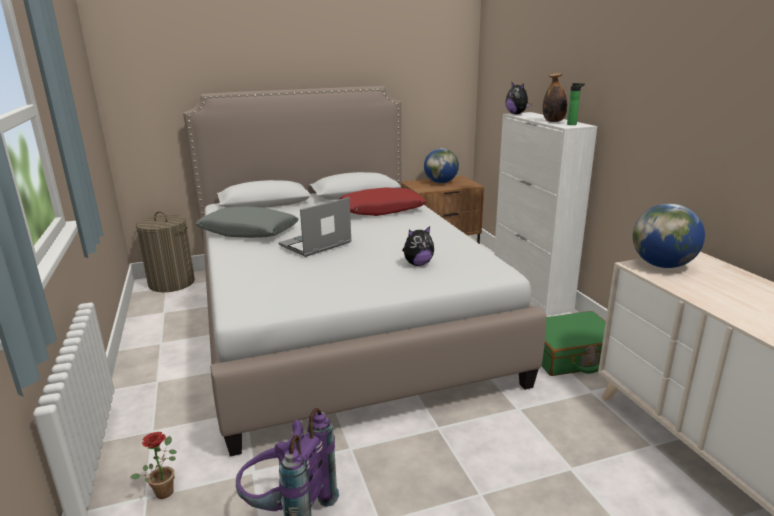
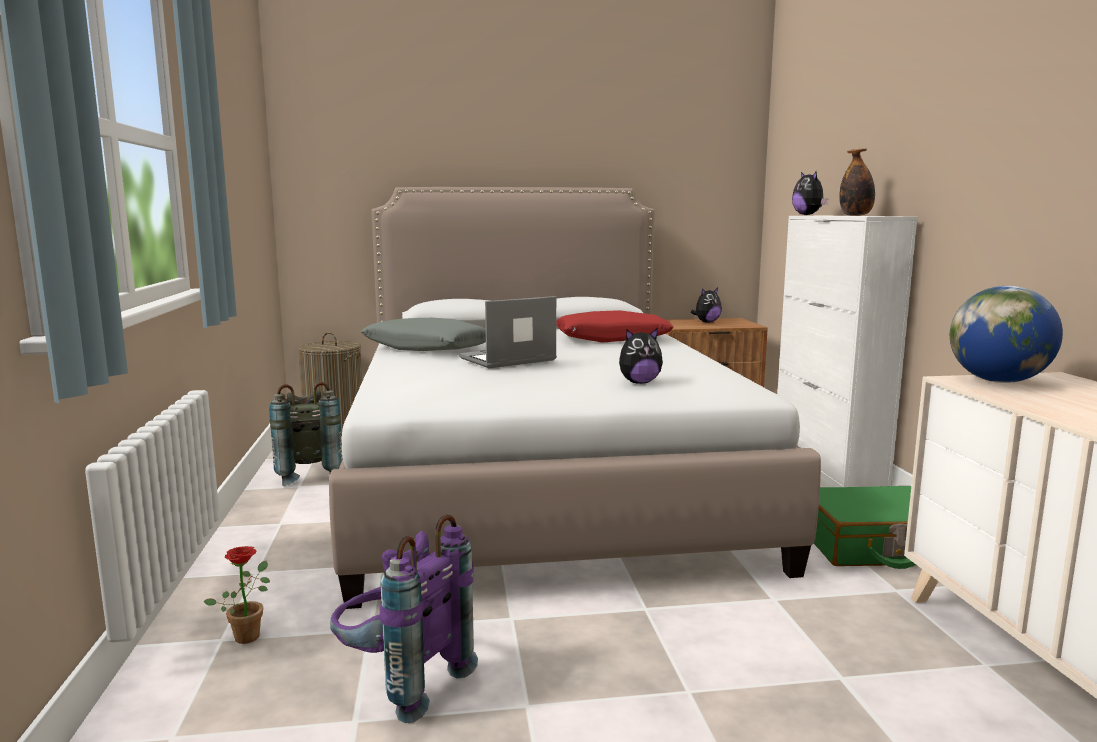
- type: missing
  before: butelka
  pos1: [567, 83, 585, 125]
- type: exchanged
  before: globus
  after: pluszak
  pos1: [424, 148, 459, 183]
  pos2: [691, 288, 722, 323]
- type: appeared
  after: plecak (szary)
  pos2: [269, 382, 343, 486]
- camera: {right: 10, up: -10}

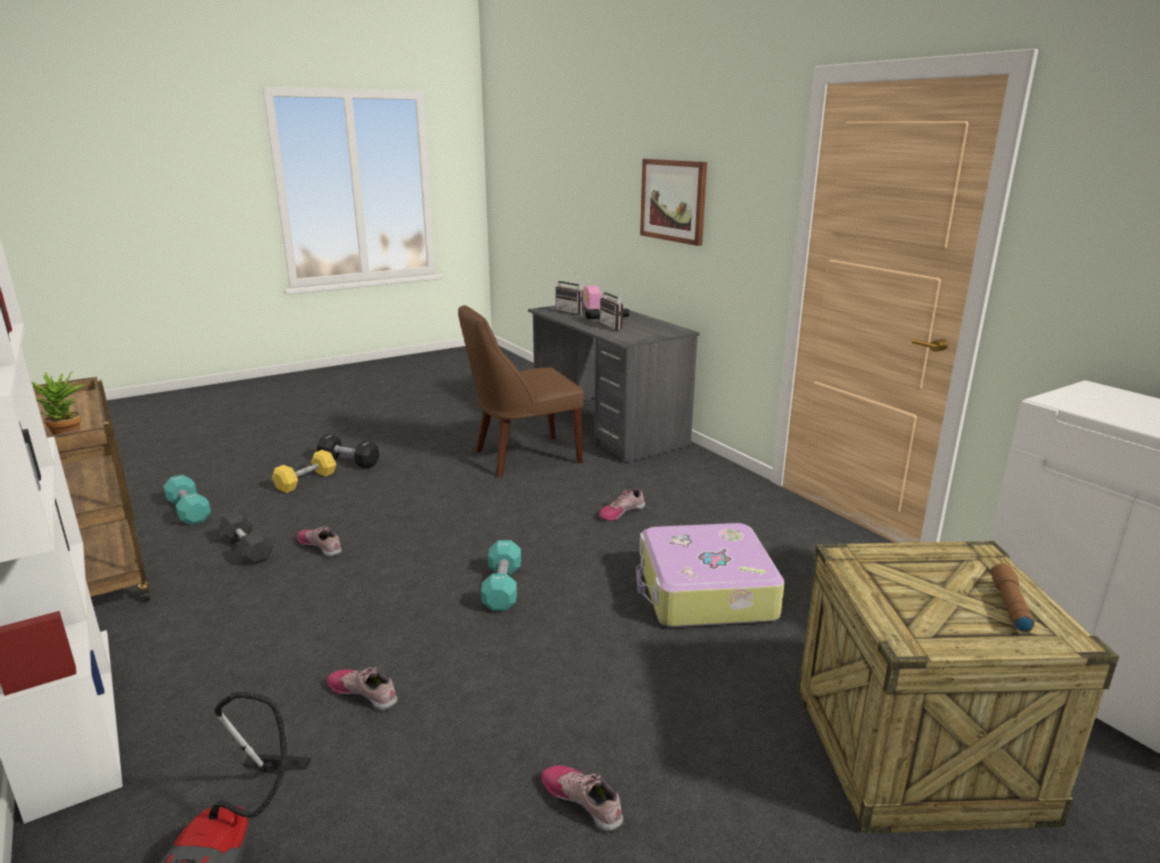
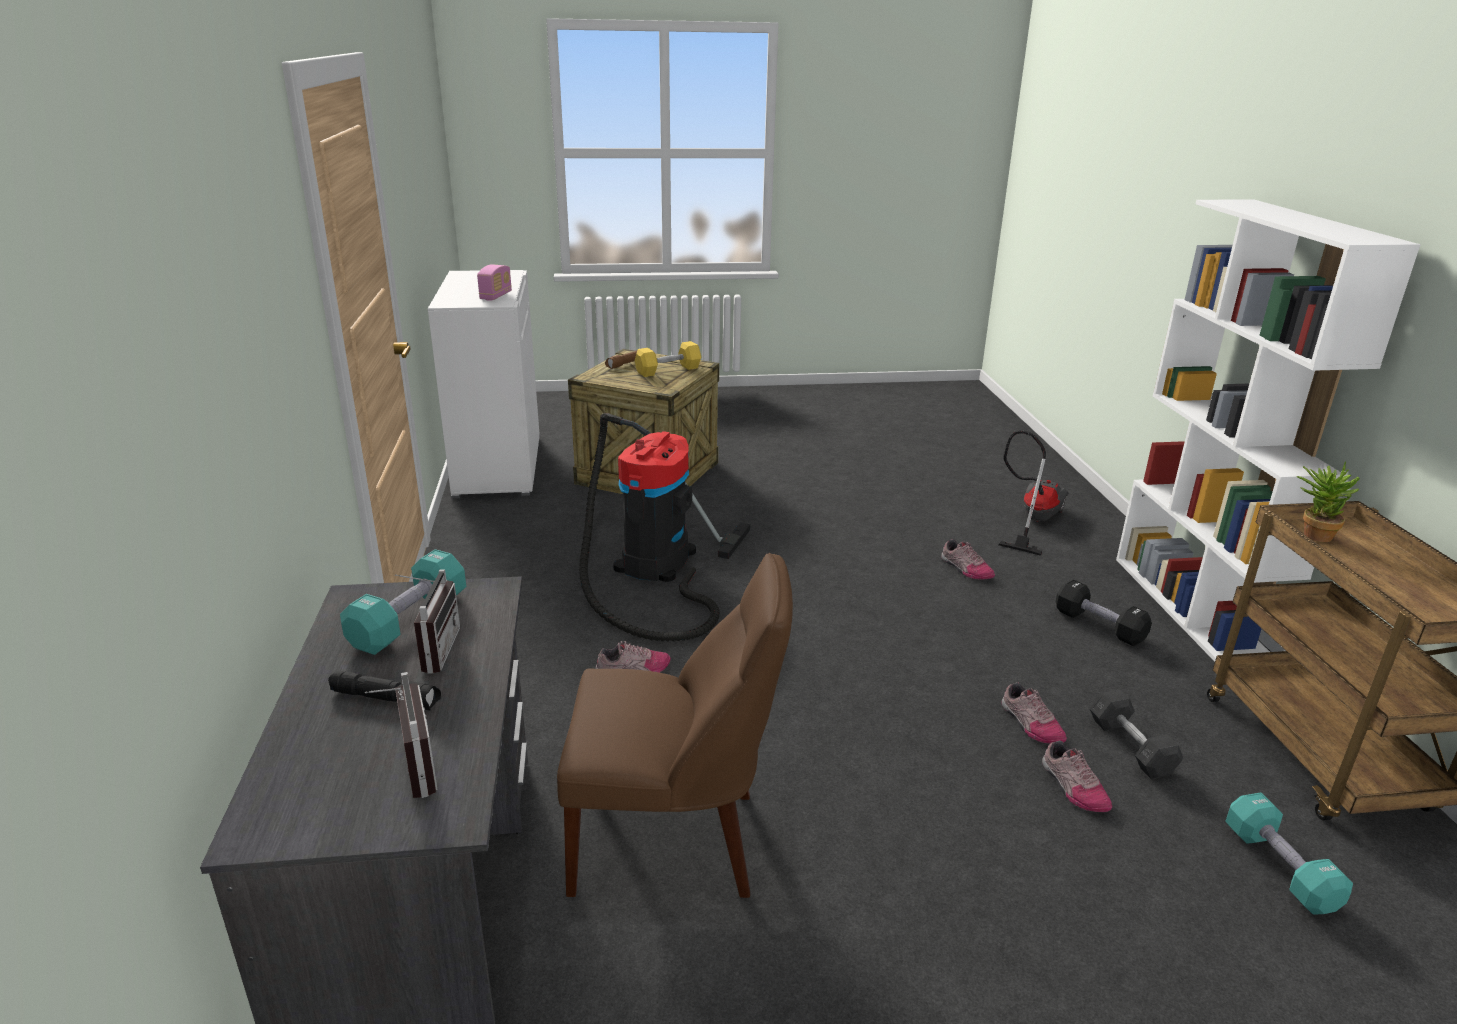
- type: missing
  before: obraz
  pos1: [640, 159, 707, 246]
- type: relocated
  before: radio
  pos1: [584, 286, 601, 310]
  pos2: [477, 264, 512, 301]
- type: relocated
  before: hantel (czarny)
  pos1: [317, 434, 379, 468]
  pos2: [1056, 579, 1152, 646]
- type: relocated
  before: hantel (żółty)
  pos1: [272, 450, 336, 493]
  pos2: [635, 341, 701, 377]
- type: exchanged
  before: walizka
  after: odkurzacz
  pos1: [636, 523, 785, 627]
  pos2: [579, 413, 750, 642]
- type: relocated
  before: hantel (turkusowy)
  pos1: [481, 540, 521, 611]
  pos2: [340, 549, 466, 655]
- type: relocated
  before: but
  pos1: [541, 765, 623, 832]
  pos2: [1042, 740, 1112, 812]
- camera: {right: -155, up: 5}

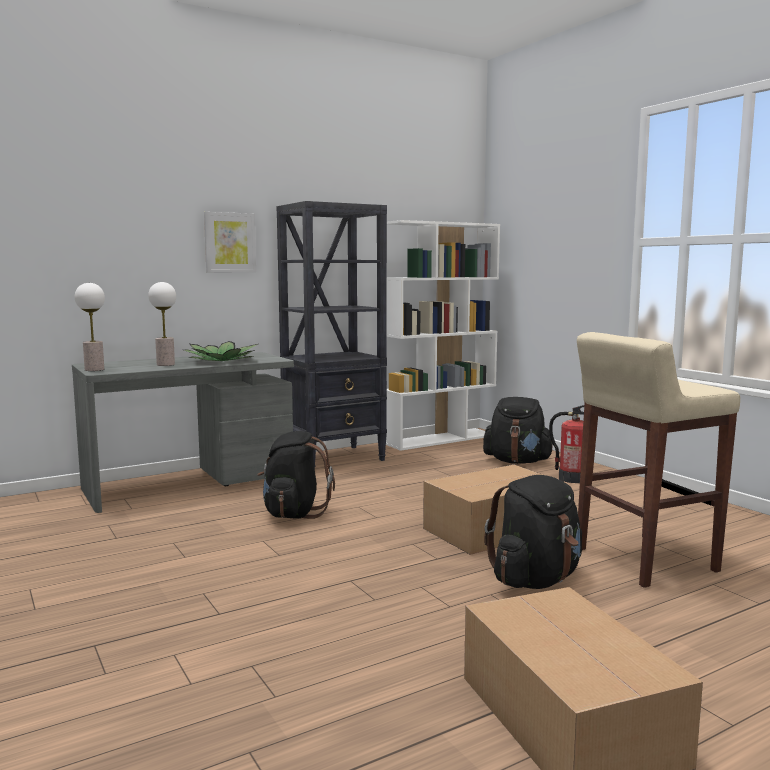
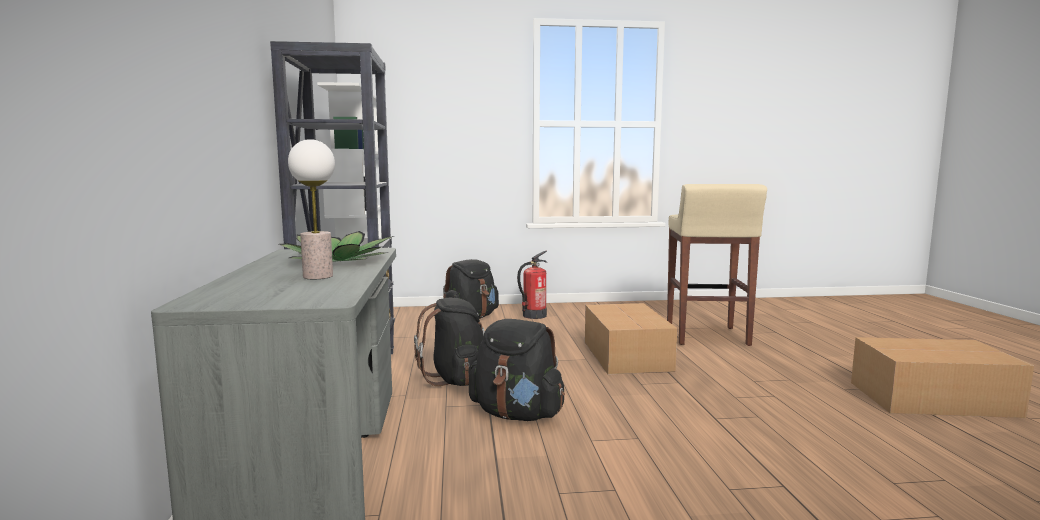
- type: missing
  before: obraz
  pos1: [204, 212, 256, 272]
- type: missing
  before: lampa stołowa
  pos1: [75, 283, 105, 371]
- type: relocated
  before: plecak (czarny)
  pos1: [484, 475, 582, 589]
  pos2: [414, 298, 485, 386]
- camera: {right: -65, up: 0}

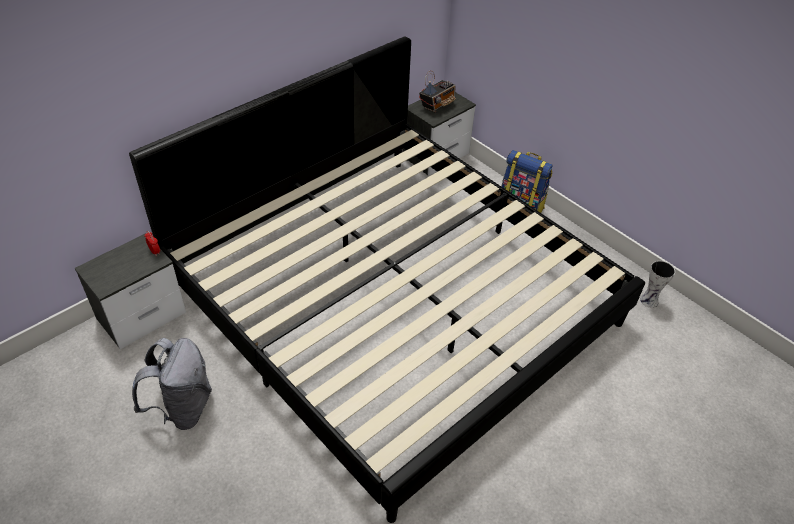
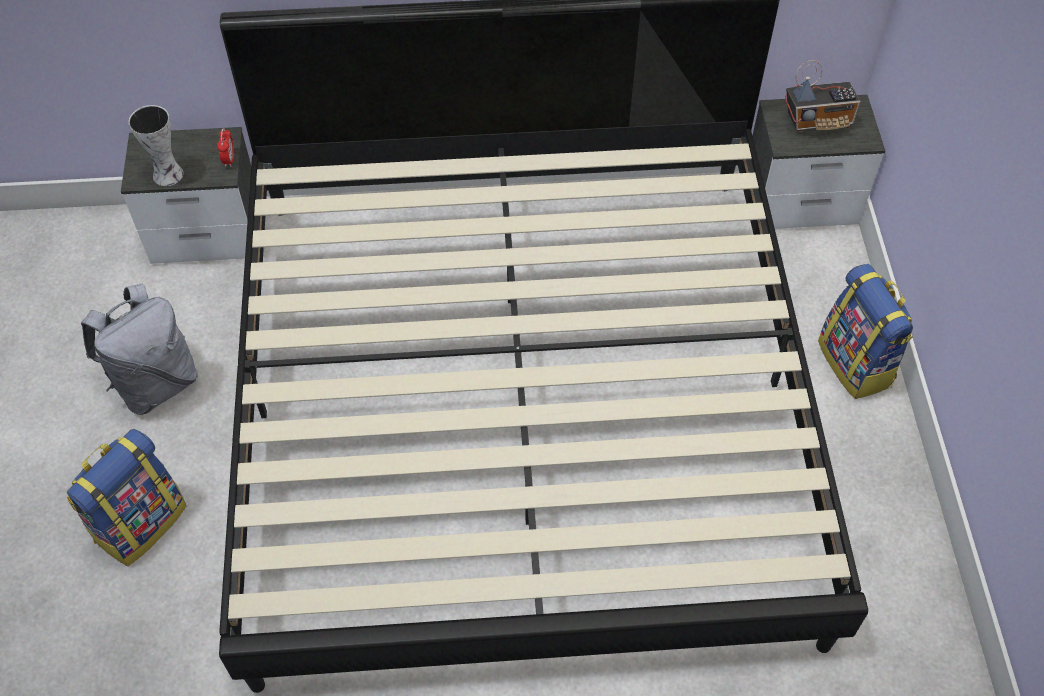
- type: relocated
  before: wazon
  pos1: [640, 261, 675, 308]
  pos2: [128, 105, 183, 186]
- type: appeared
  after: plecak
  pos2: [67, 429, 186, 566]
- camera: {right: 40, up: 10}

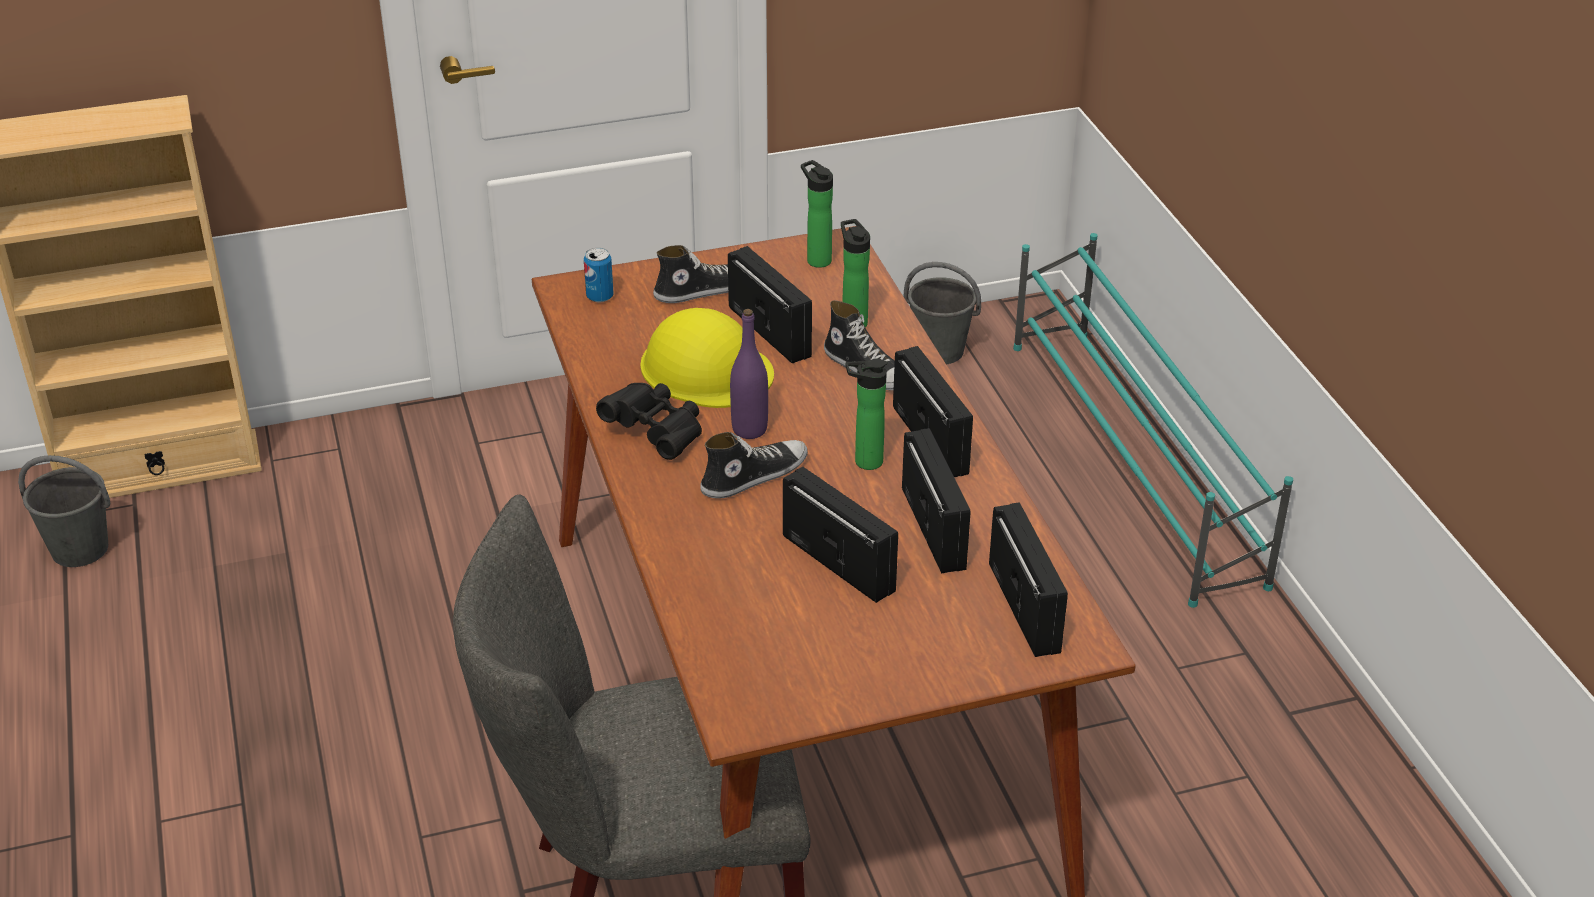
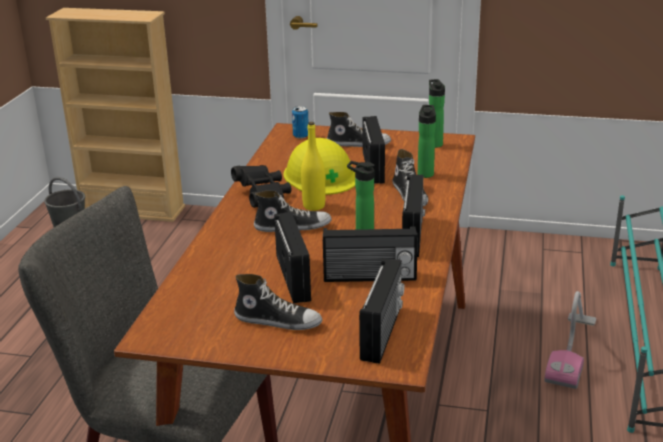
- type: missing
  before: wiadro (szary)
  pos1: [904, 262, 981, 365]
- type: colour
  before: butelka (fioletowy)
  after: butelka (żółty)
  pos1: [730, 309, 768, 439]
  pos2: [301, 122, 325, 211]
- type: spun
  before: radio
  pos1: [902, 428, 970, 573]
  pos2: [323, 226, 418, 282]
  turn: 75
- type: appeared
  after: but
  pos2: [234, 274, 322, 330]
- type: appeared
  after: odkurzacz
  pos2: [545, 291, 596, 389]
- camera: {right: 30, up: -10}

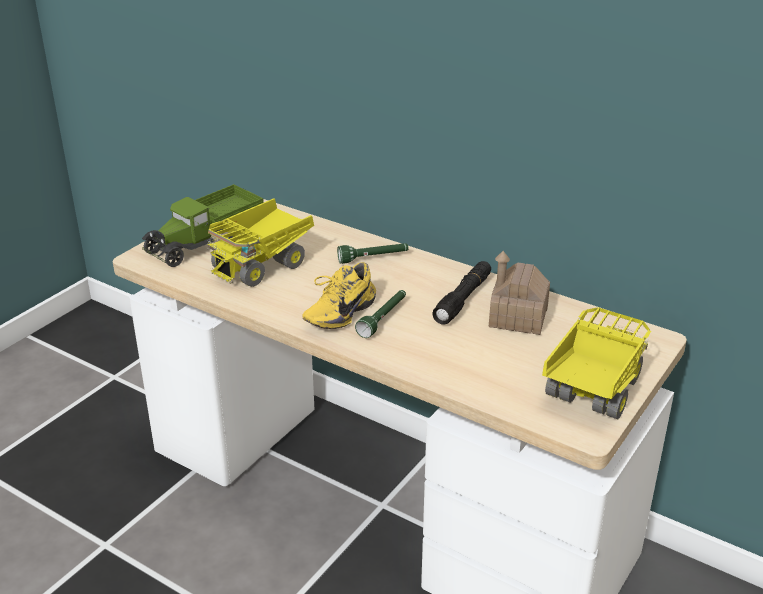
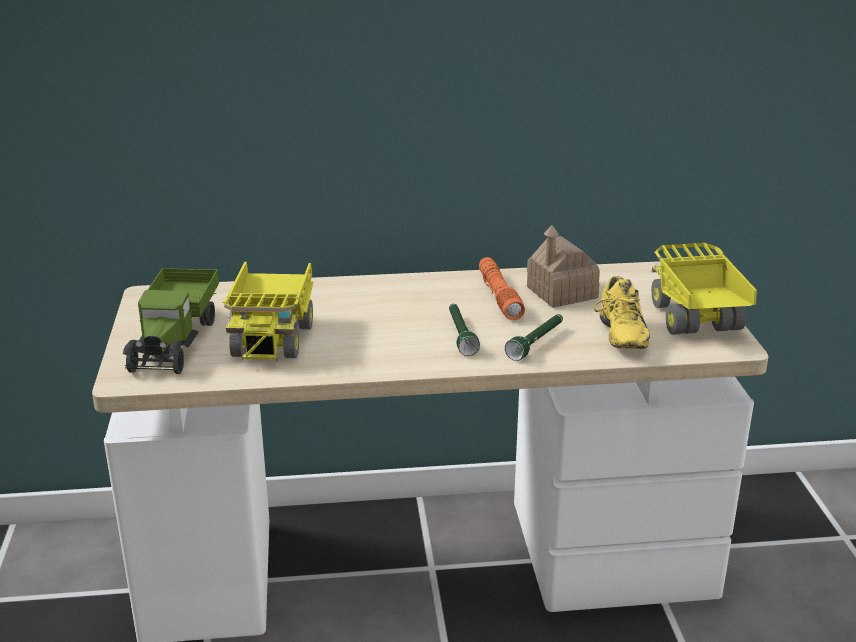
- type: relocated
  before: latarka (zielony)
  pos1: [337, 243, 409, 264]
  pos2: [505, 314, 563, 361]
- type: colour
  before: latarka (czarny)
  after: latarka (pomarańczowy)
  pos1: [432, 261, 491, 325]
  pos2: [479, 257, 525, 320]
- type: relocated
  before: but (żółty)
  pos1: [302, 262, 376, 329]
  pos2: [594, 276, 650, 349]
- camera: {right: -40, up: -5}

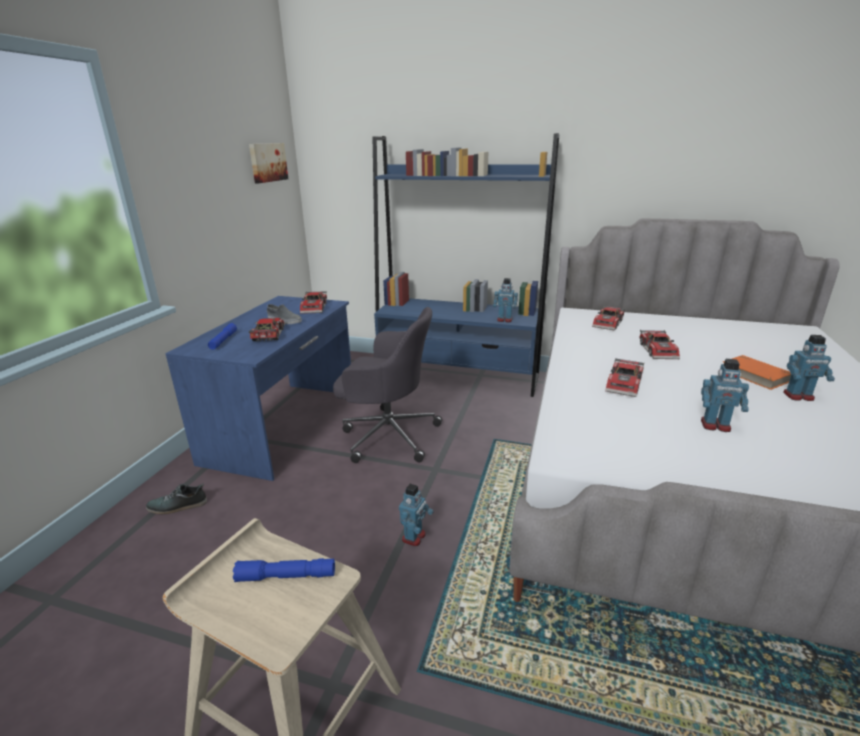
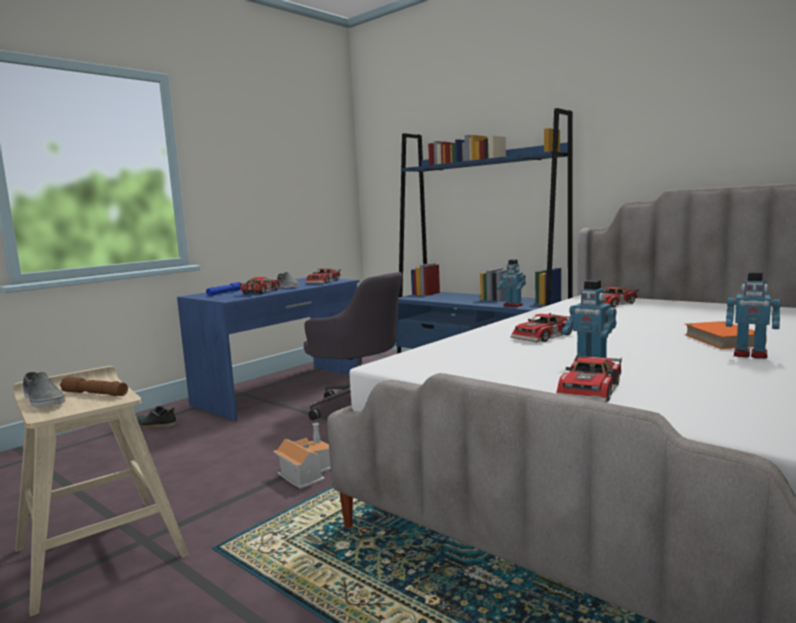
- type: missing
  before: obraz
  pos1: [249, 143, 288, 183]
- type: relocated
  before: samochodzik
  pos1: [639, 330, 680, 359]
  pos2: [556, 354, 622, 403]
- type: exchanged
  before: robot zabawkowy
  after: domek
  pos1: [399, 484, 434, 546]
  pos2: [273, 422, 331, 489]
- type: colour
  before: latarka (niebieski)
  after: latarka (brązowy)
  pos1: [233, 558, 335, 582]
  pos2: [60, 376, 128, 396]
- type: appeared
  after: but (szary)
  pos2: [23, 372, 65, 408]
- camera: {right: 25, up: -15}

